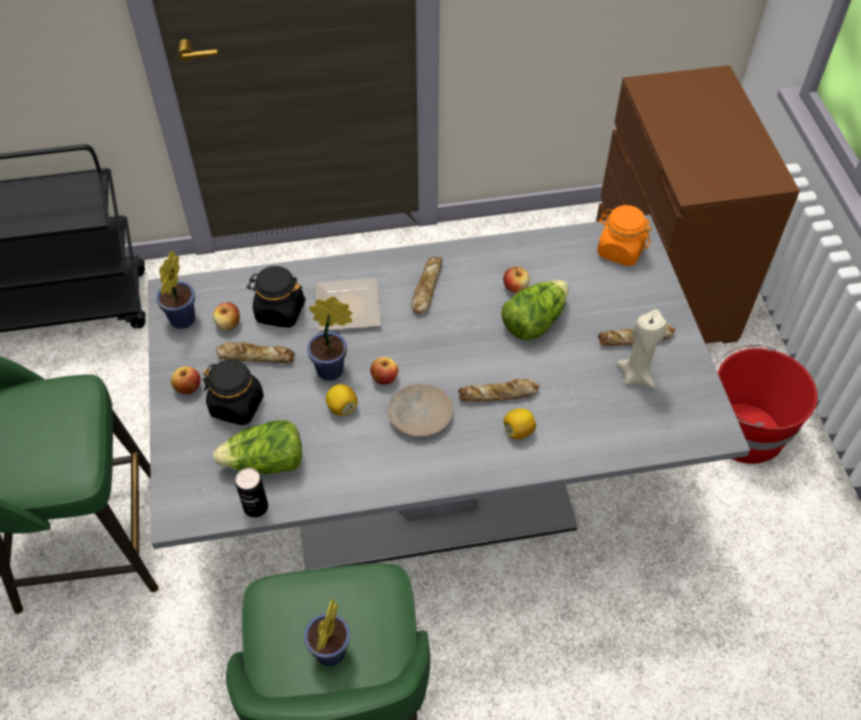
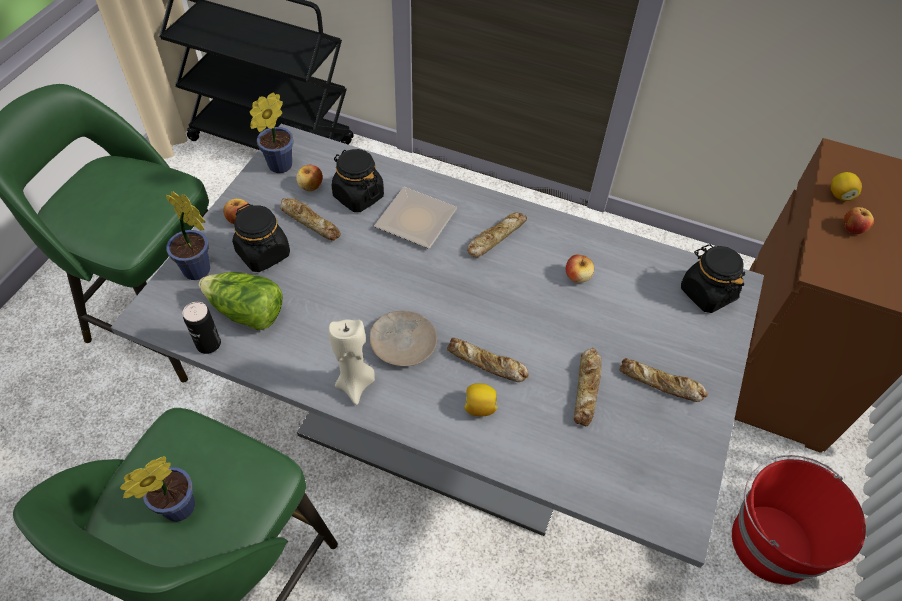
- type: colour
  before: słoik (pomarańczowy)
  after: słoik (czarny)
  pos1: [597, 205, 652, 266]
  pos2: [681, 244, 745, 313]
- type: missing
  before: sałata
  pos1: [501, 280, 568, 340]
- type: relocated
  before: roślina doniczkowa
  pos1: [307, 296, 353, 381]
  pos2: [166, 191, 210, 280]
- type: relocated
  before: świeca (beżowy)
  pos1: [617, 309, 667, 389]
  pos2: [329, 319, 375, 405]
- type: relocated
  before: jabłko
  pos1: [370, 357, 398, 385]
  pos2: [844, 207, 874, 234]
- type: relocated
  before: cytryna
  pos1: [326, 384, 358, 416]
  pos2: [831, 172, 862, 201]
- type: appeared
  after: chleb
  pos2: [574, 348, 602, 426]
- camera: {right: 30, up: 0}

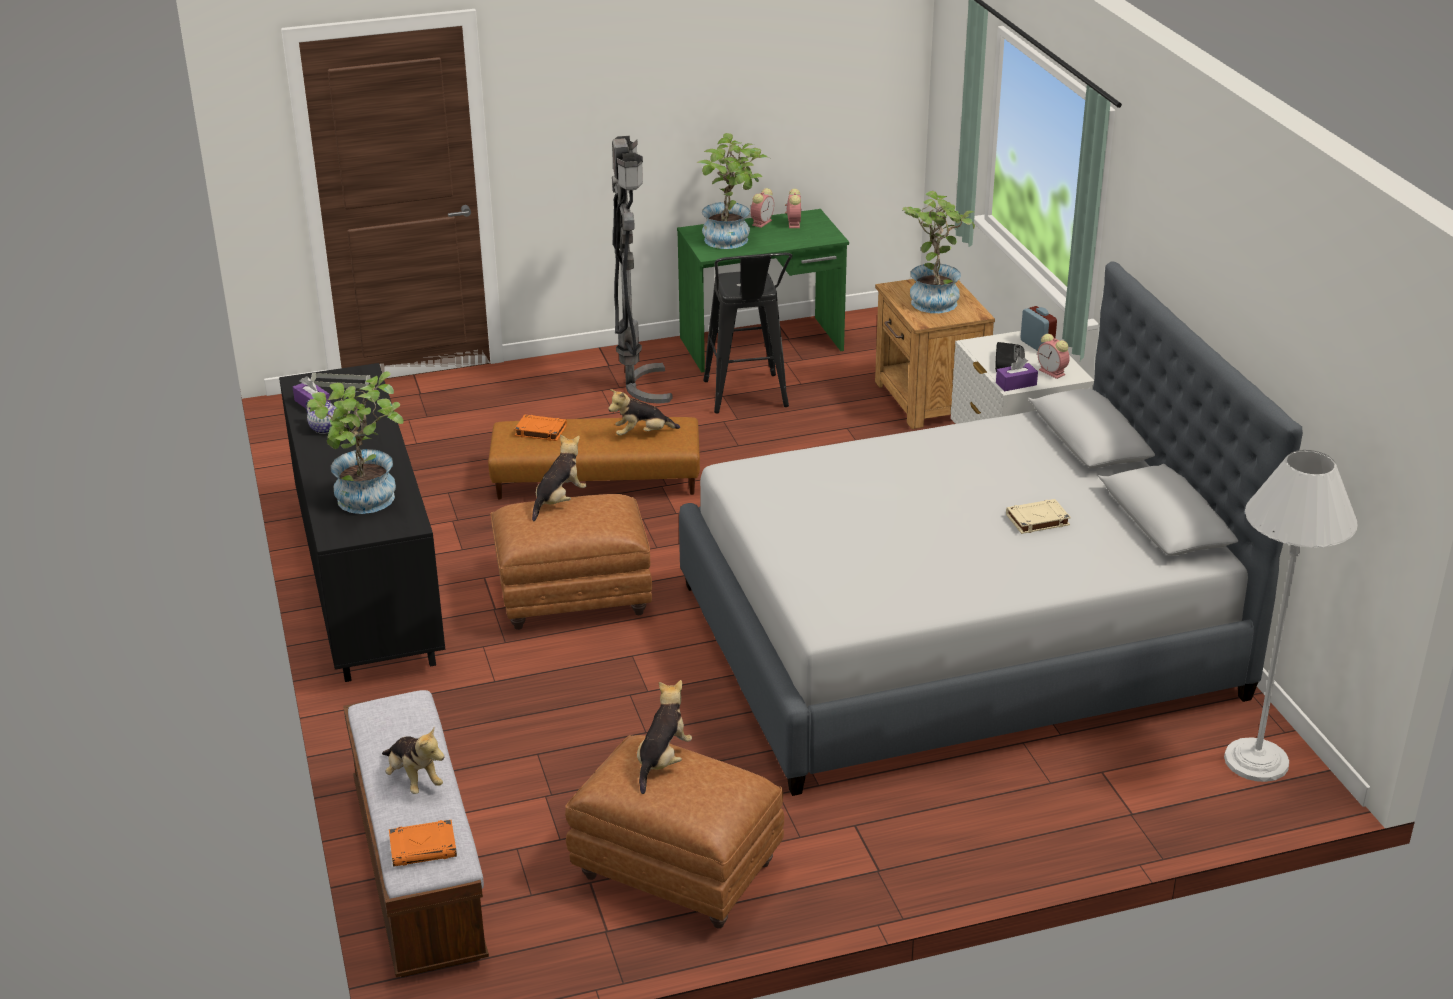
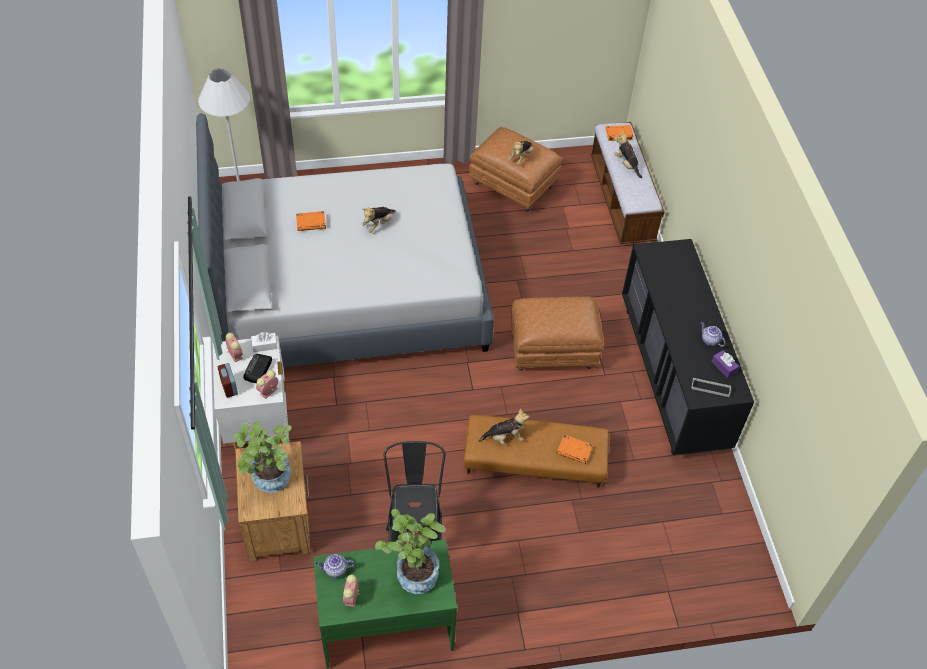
- type: missing
  before: lampa stojąca (szary)
  pos1: [612, 136, 673, 403]
- type: relocated
  before: budzik
  pos1: [751, 188, 774, 228]
  pos2: [256, 370, 278, 399]
- type: colour
  before: pudełko chusteczek (fioletowy)
  after: pudełko chusteczek (biały)
  pos1: [996, 357, 1038, 391]
  pos2: [251, 332, 278, 352]
- type: missing
  before: roślina doniczkowa
  pos1: [307, 371, 403, 514]
- type: relocated
  before: pluszak
  pos1: [532, 435, 586, 522]
  pos2: [362, 207, 396, 233]
- type: colour
  before: książka (beżowy)
  after: książka (pomarańczowy)
  pos1: [1006, 499, 1071, 534]
  pos2: [296, 211, 326, 231]
- type: appeared
  after: imbryk
  pos2: [316, 554, 355, 578]
- camera: {right: -175, up: 20}

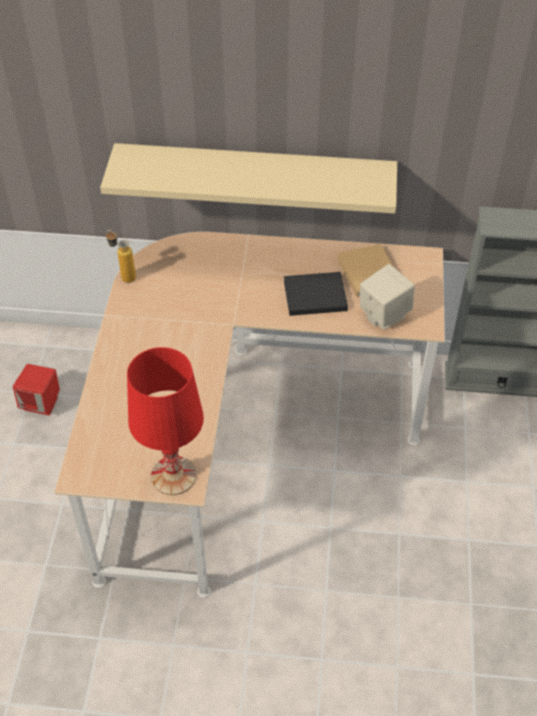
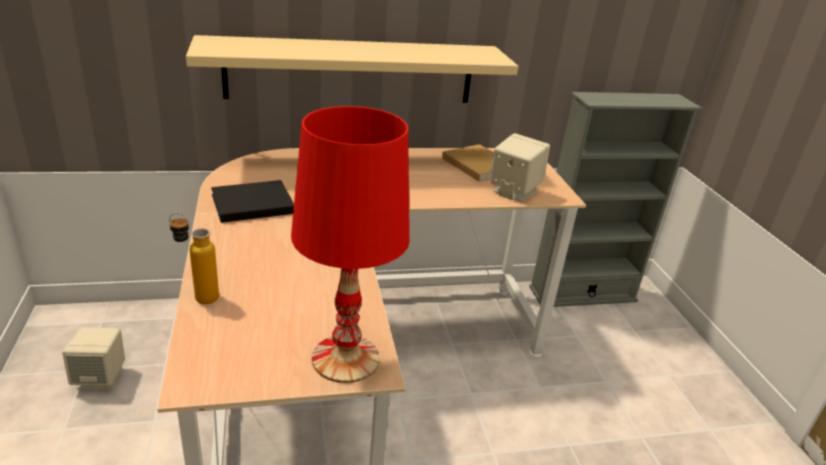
- type: relocated
  before: butelka
  pos1: [106, 230, 136, 283]
  pos2: [169, 212, 219, 304]
- type: relocated
  before: książka (czarny)
  pos1: [284, 272, 348, 316]
  pos2: [211, 180, 294, 223]
- type: colour
  before: głośnik (czerwony)
  after: głośnik (beżowy)
  pos1: [13, 364, 60, 415]
  pos2: [62, 327, 125, 390]
- camera: {right: -20, up: -20}

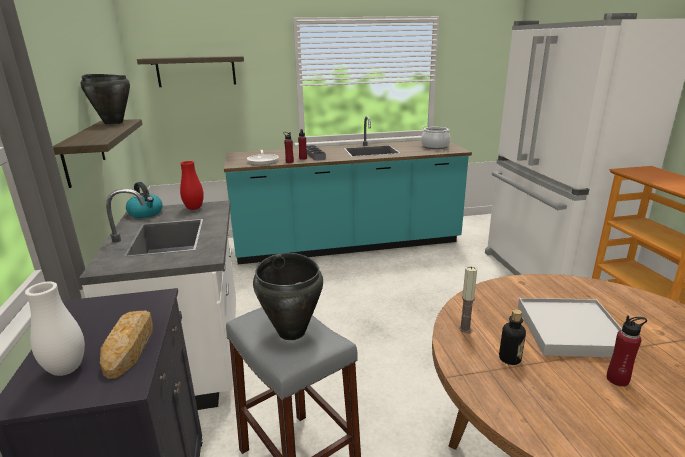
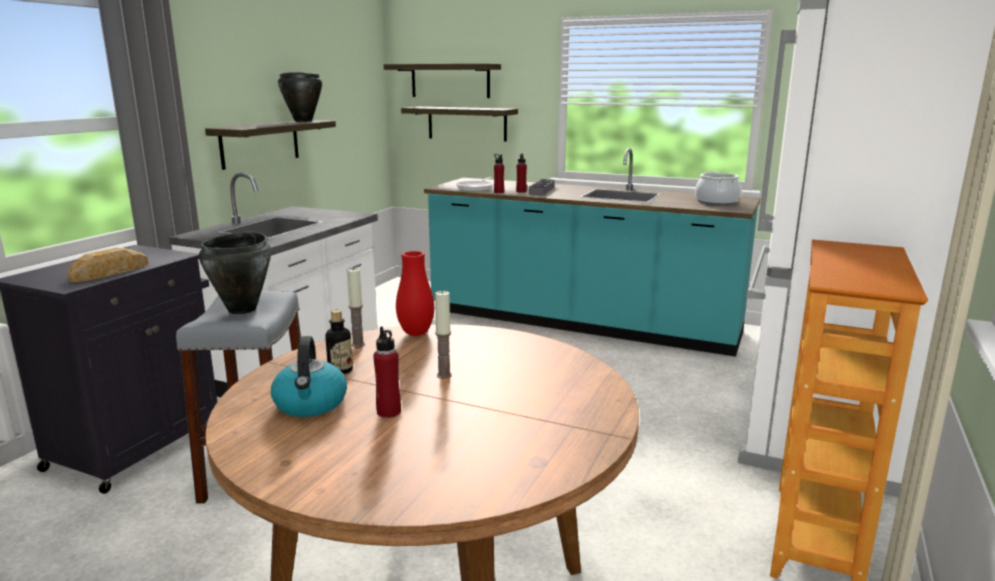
- type: relocated
  before: wazon (czerwony)
  pos1: [180, 161, 204, 210]
  pos2: [396, 251, 434, 336]
- type: relocated
  before: czajnik
  pos1: [126, 182, 163, 218]
  pos2: [271, 336, 347, 417]
- type: missing
  before: wazon (biały)
  pos1: [25, 282, 85, 376]
- type: exchanged
  before: taca (biały)
  after: świeca
  pos1: [518, 298, 622, 357]
  pos2: [435, 290, 452, 379]
- type: appeared
  after: półka
  pos2: [401, 107, 518, 142]
- camera: {right: 35, up: -5}

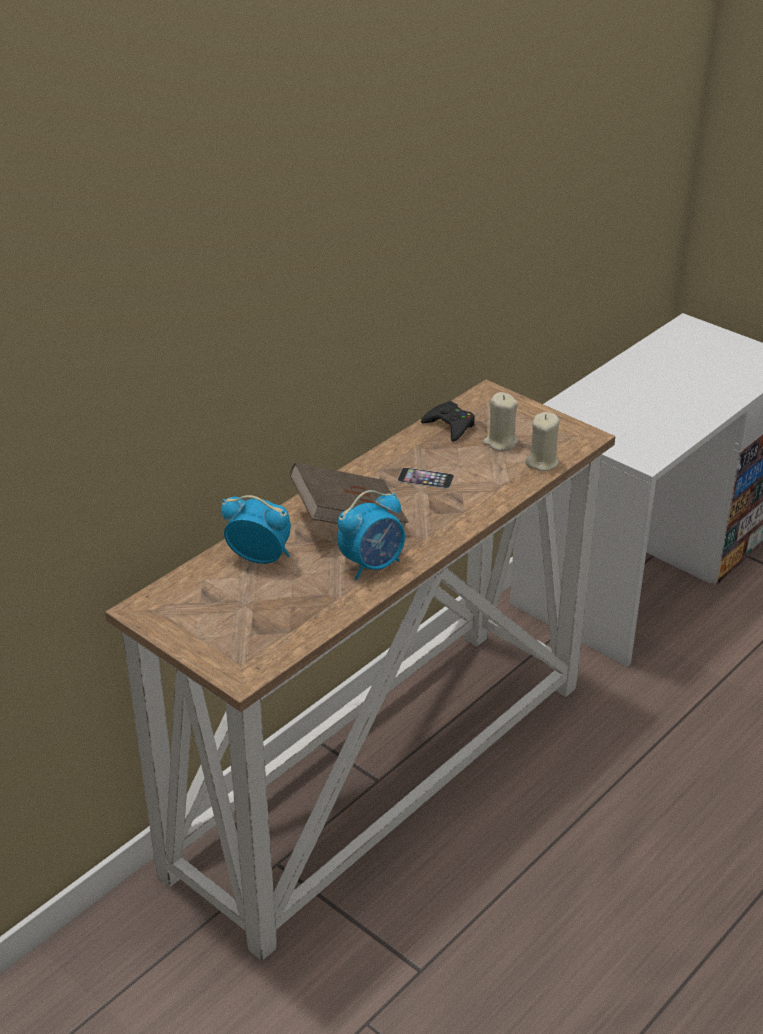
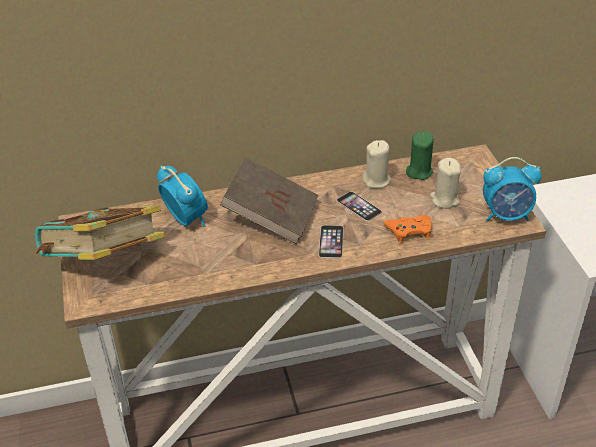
- type: exchanged
  before: pad do gier (czarny)
  after: świeca (zielony)
  pos1: [421, 401, 475, 442]
  pos2: [406, 131, 434, 180]
- type: relocated
  before: świeca (beżowy)
  pos1: [525, 412, 559, 471]
  pos2: [362, 140, 391, 188]
- type: relocated
  before: budzik
  pos1: [337, 490, 405, 580]
  pos2: [483, 157, 542, 222]
- type: appeared
  after: książka
  pos2: [35, 205, 165, 260]
- type: appeared
  after: pad do gier (pomarańczowy)
  pos2: [383, 215, 432, 243]
- type: appeared
  after: telefon
  pos2: [319, 225, 344, 258]
- camera: {right: 35, up: 5}

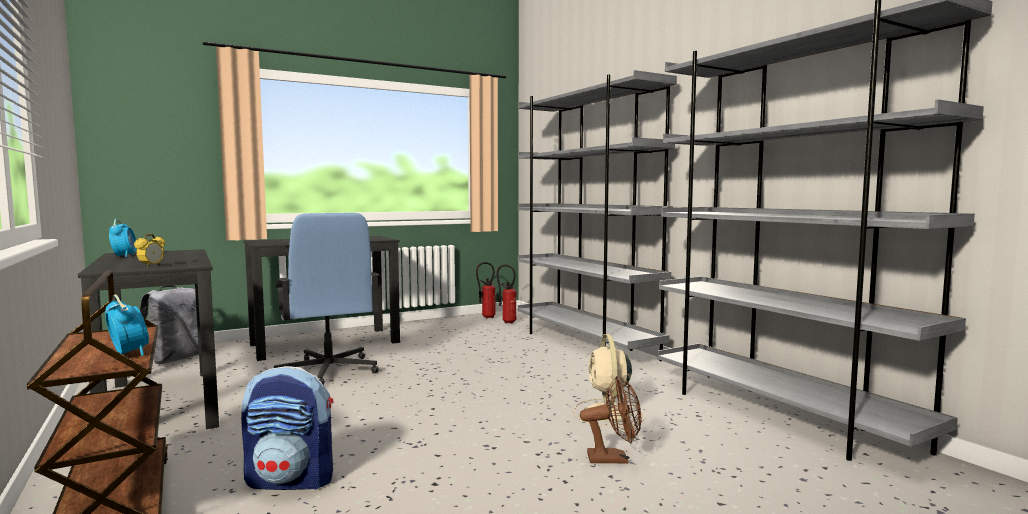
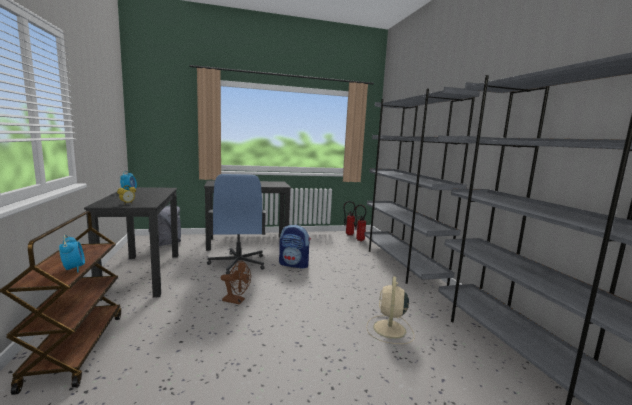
- type: relocated
  before: plecak
  pos1: [241, 366, 334, 490]
  pos2: [279, 225, 311, 269]
- type: relocated
  before: wentylator (brązowy)
  pos1: [580, 376, 642, 464]
  pos2: [221, 261, 251, 304]
- camera: {right: 15, up: 5}

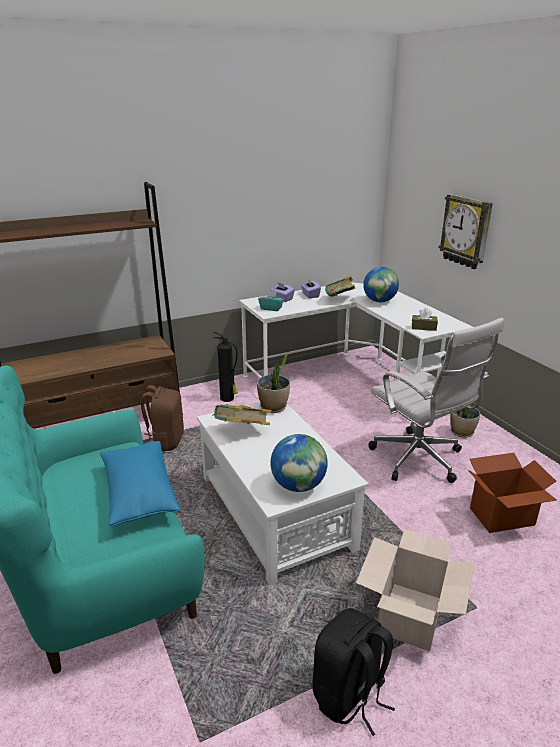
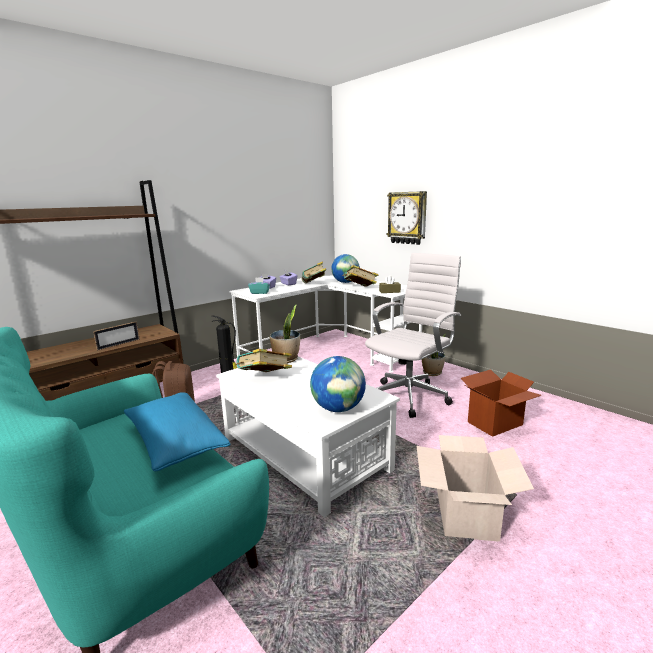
- type: spun
  before: krzesło biurowe (biały)
  pos1: [368, 318, 504, 483]
  pos2: [365, 253, 461, 418]
  turn: -90
- type: missing
  before: plecak (czarny)
  pos1: [313, 608, 395, 736]
- type: appeared
  after: książka
  pos2: [344, 265, 379, 287]
- type: appeared
  after: ramka na zdjęcie
  pos2: [93, 322, 140, 351]
- camera: {right: -15, up: -10}

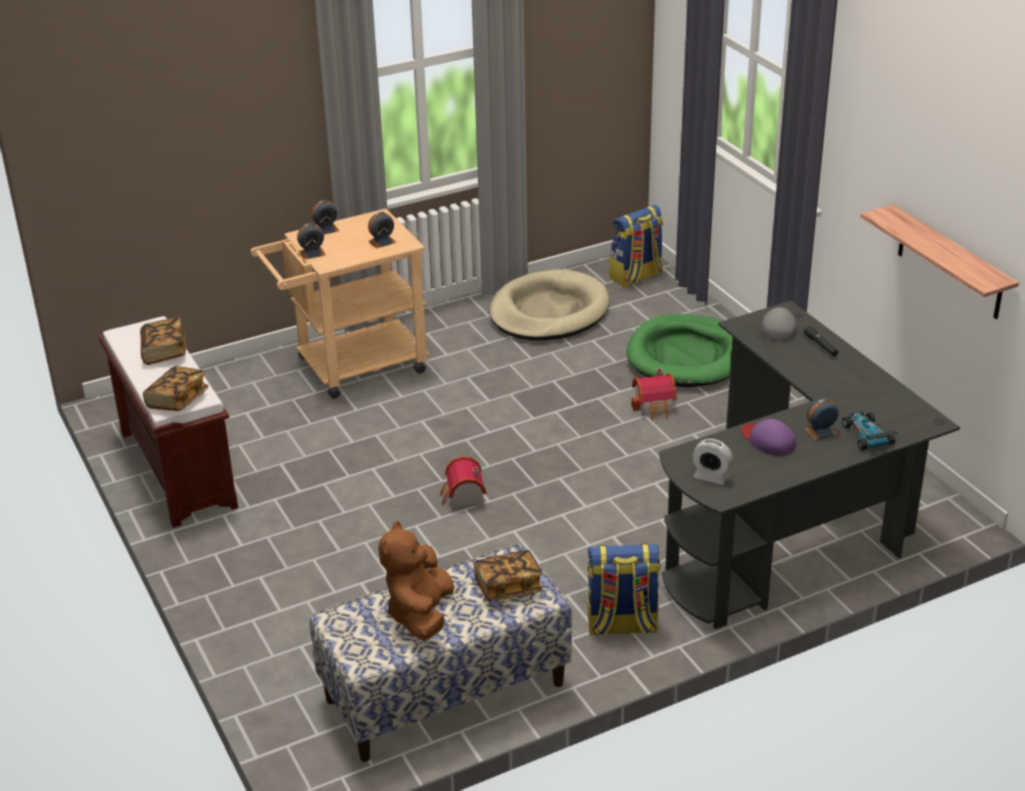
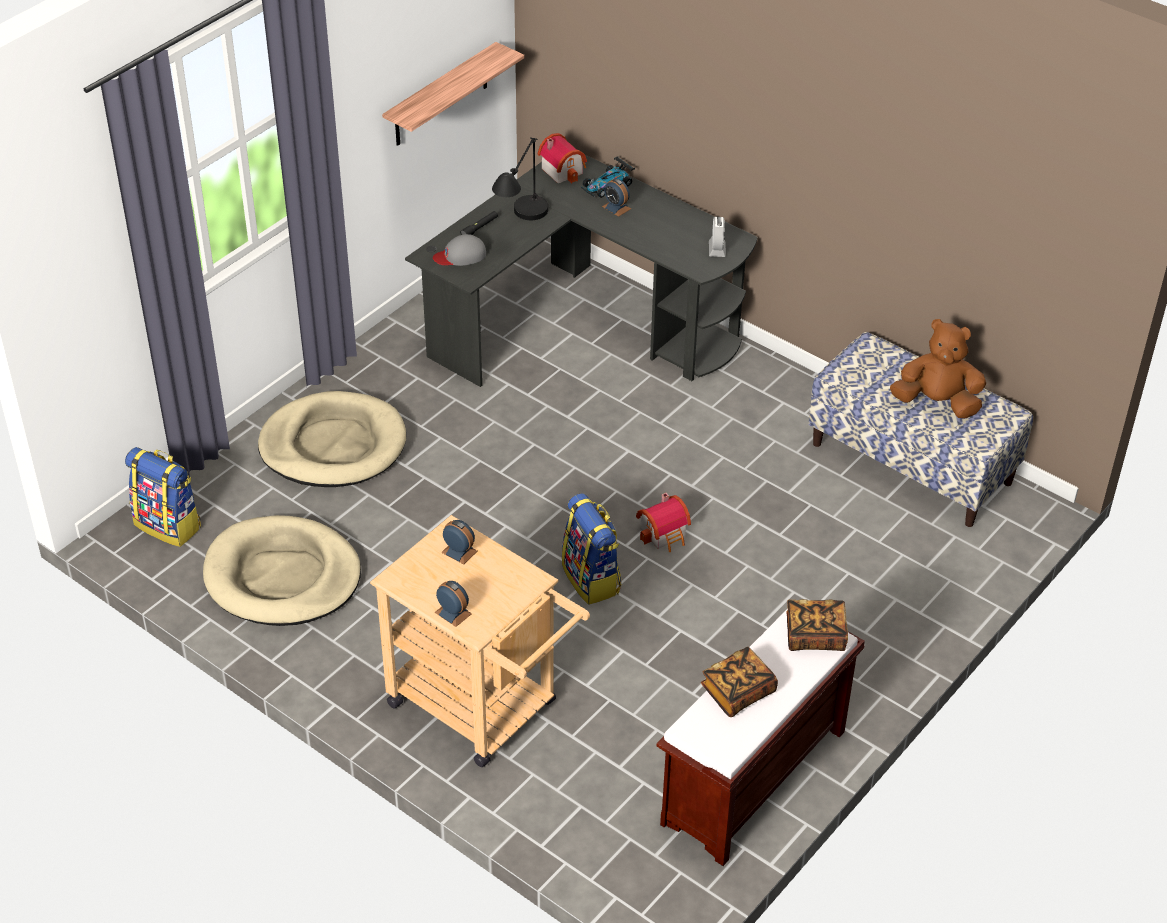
- type: missing
  before: budzik
  pos1: [297, 223, 326, 259]
- type: colour
  before: legowisko (zielony)
  after: legowisko (beżowy)
  pos1: [626, 314, 733, 387]
  pos2: [258, 391, 406, 487]
- type: relocated
  before: domek
  pos1: [631, 368, 677, 420]
  pos2: [538, 133, 587, 183]
- type: missing
  before: czapka z daszkiem (fioletowy)
  pos1: [741, 419, 796, 456]
- type: spun
  before: pluszak (brązowy)
  pos1: [378, 521, 454, 640]
  pos2: [890, 319, 986, 418]
  turn: -150
- type: relocated
  before: plecak
  pos1: [587, 543, 661, 637]
  pos2: [562, 493, 622, 605]
- type: missing
  before: książka
  pos1: [473, 550, 542, 601]
- type: appeared
  after: lampa stołowa (czarny)
  pos2: [492, 137, 548, 220]
- camera: {right: -115, up: 10}

